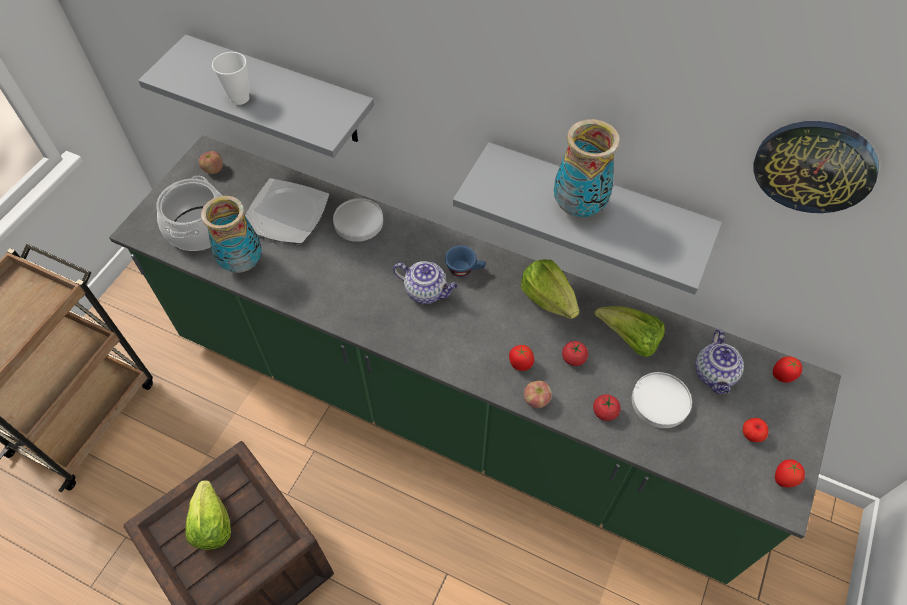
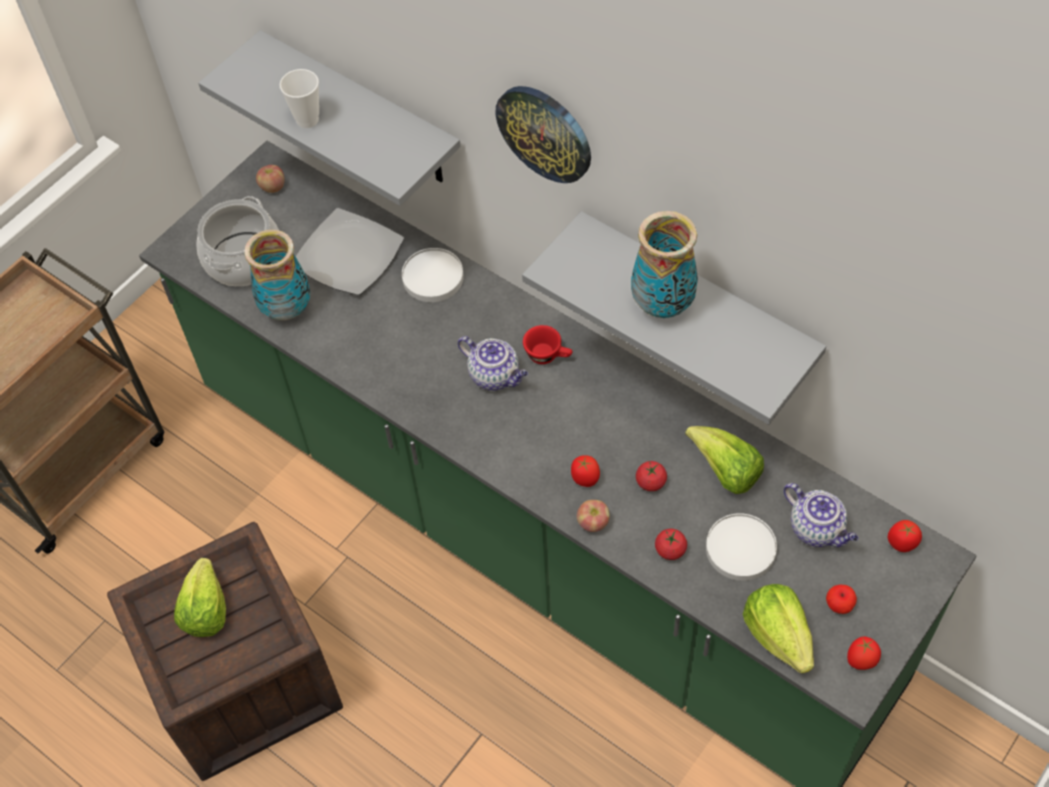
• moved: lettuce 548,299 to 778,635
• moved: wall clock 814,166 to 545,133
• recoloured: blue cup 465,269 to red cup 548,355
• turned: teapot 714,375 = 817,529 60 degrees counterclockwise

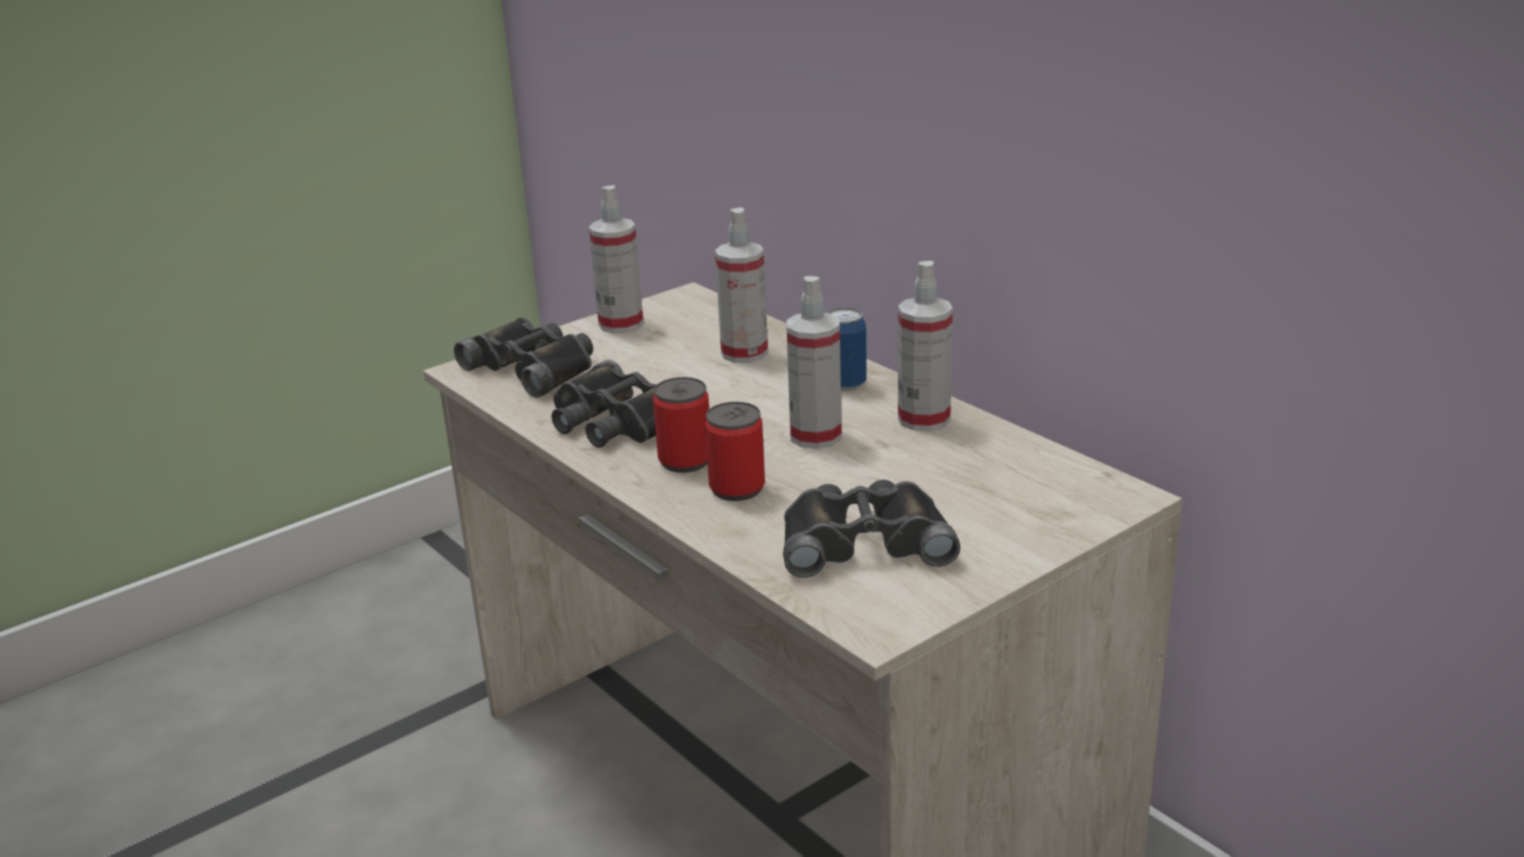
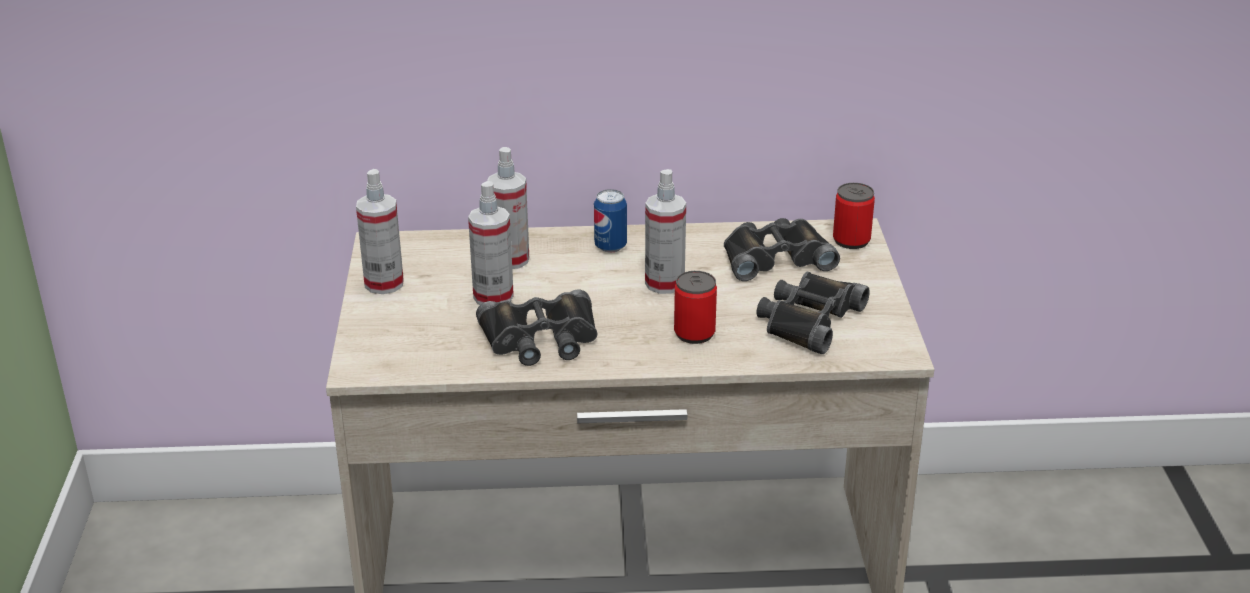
• moved: black binoculars 534,367 to 775,257
• moved: can 685,461 to 851,240
• moved: spray bottle 924,419 to 493,296

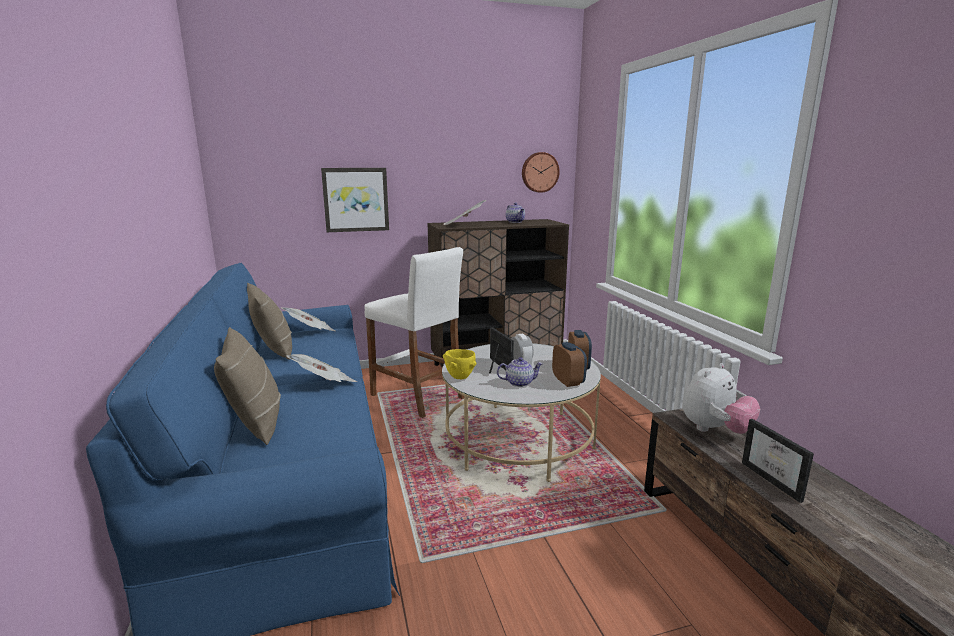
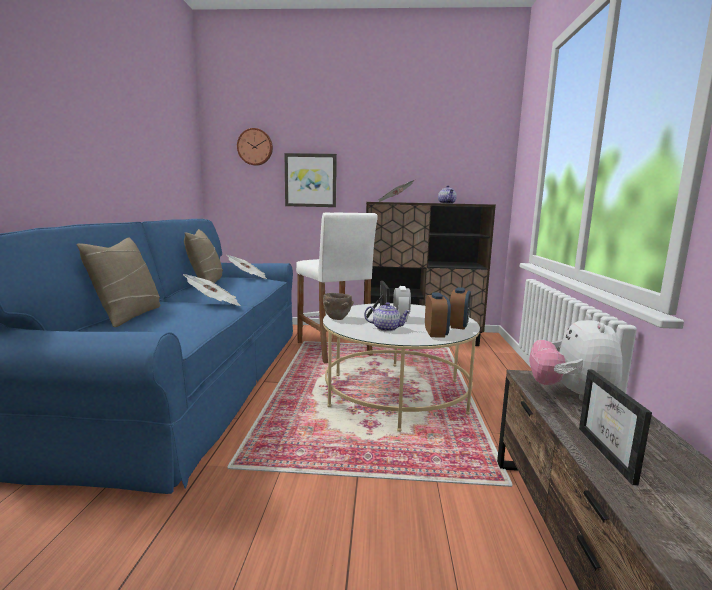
• moved: wall clock 539,172 to 255,147
• recoloured: yellow bowl 460,377 to brown bowl 337,319
• turned: plush toy 715,430 = 571,395 120 degrees clockwise

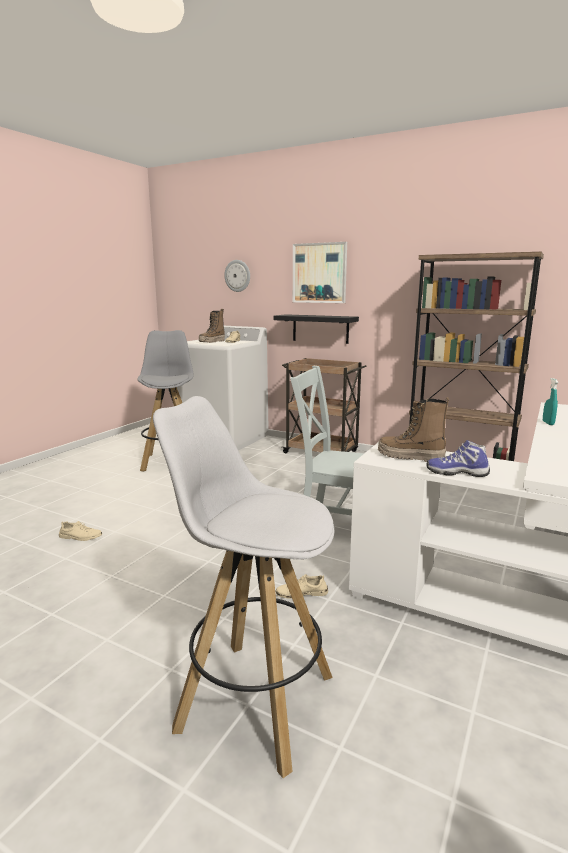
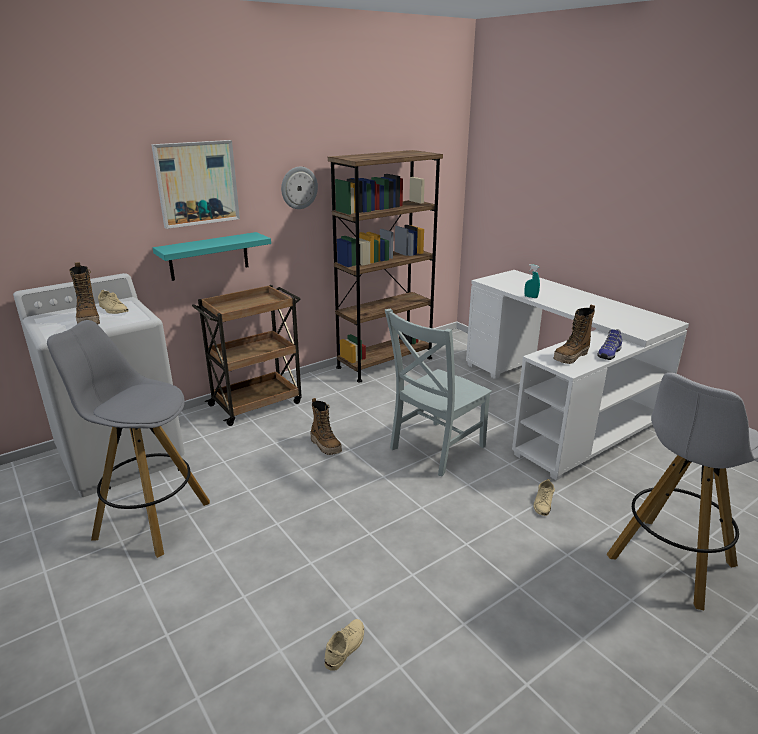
• added: boot 326,446
• moved: wall clock 237,276 to 299,187
• recoloured: black shelf 320,328 to turquoise shelf 209,256

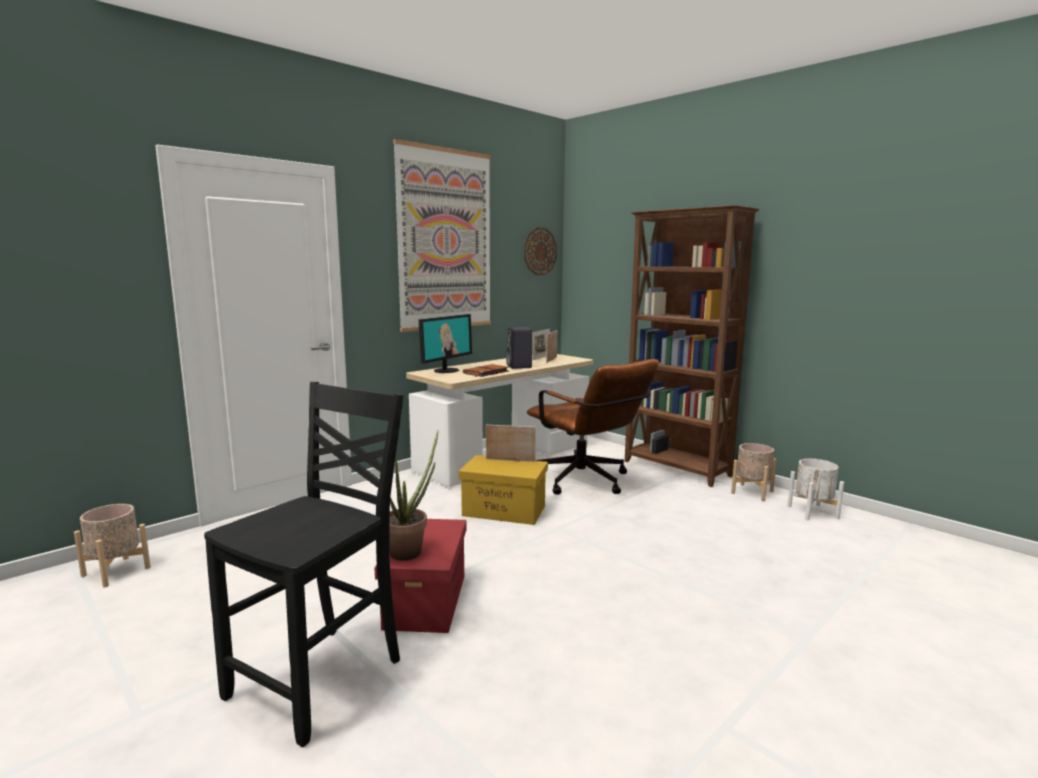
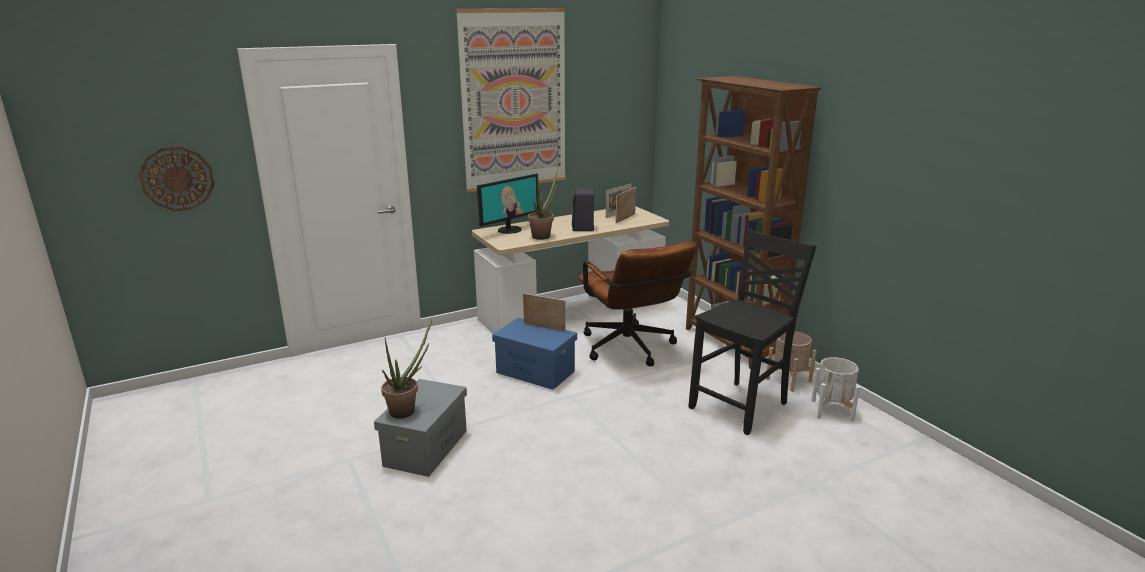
• removed: beige planter 115,571
• moved: black chair 321,678 to 741,406
• moved: wall clock 539,251 to 177,178
• replaced: brown book 485,372 to potted plant 543,235
• recoloured: red storage box 425,600 to grey storage box 426,447
• recoloured: yellow storage box 503,511 to blue storage box 534,372

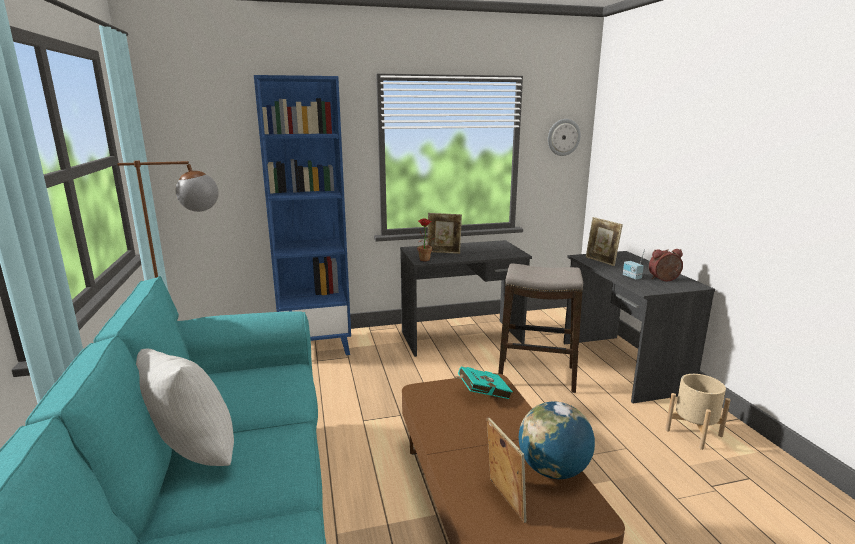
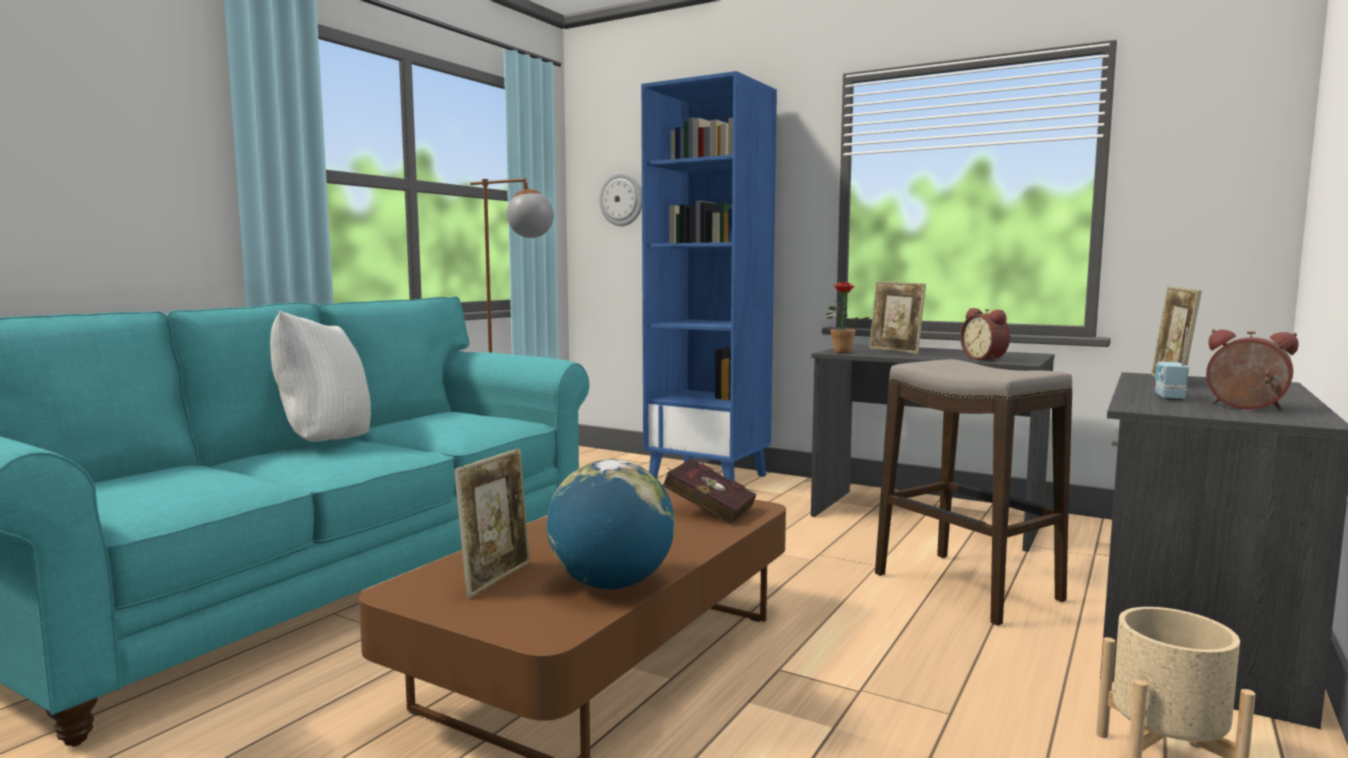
• added: alarm clock 985,359
• moved: wall clock 563,137 to 622,199
• recoloured: turquoise book 481,394 to red book 706,511

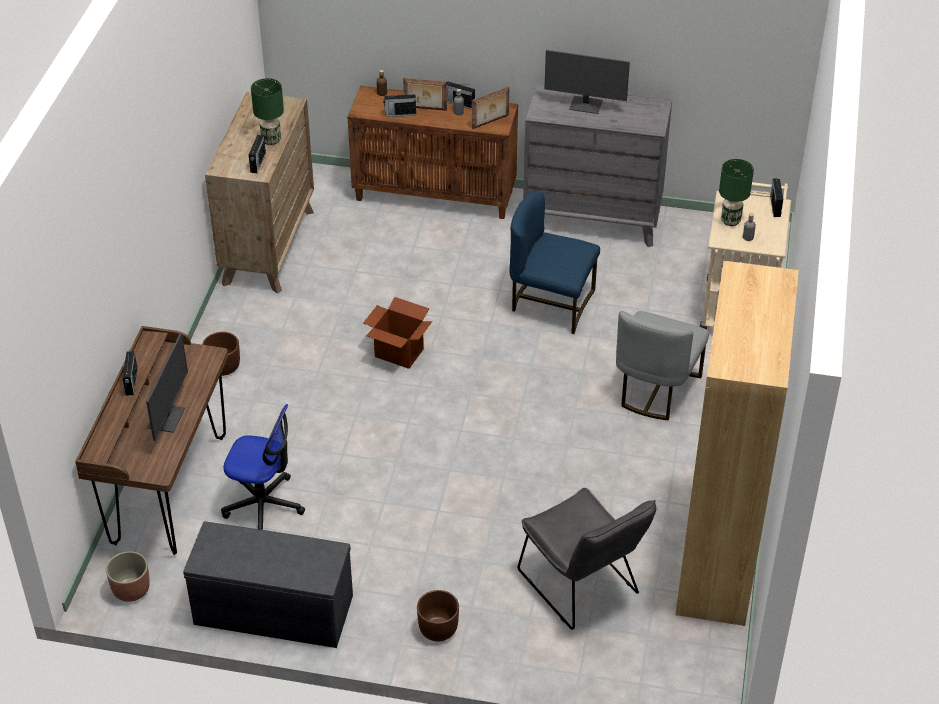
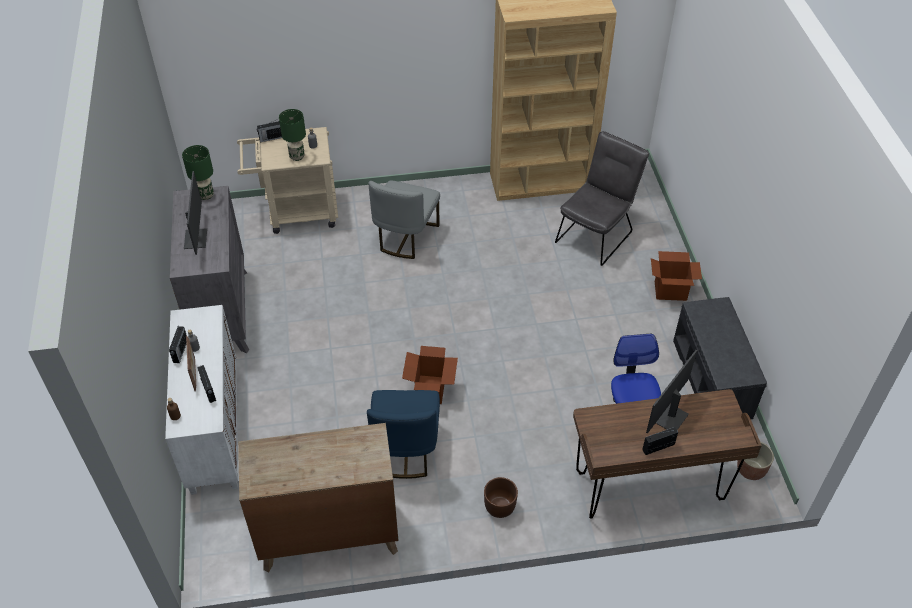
• removed: radio 257,163
• removed: picture frame 490,122
• moved: green table lamp 271,140 to 206,195
• moved: blue chair 551,303 to 406,449
• replaced: brown planter 438,629 to cardboard box 670,291
• recoloured: brown cabinet 435,195 to white cabinet 213,428
• turned: monitor 167,418 = 670,417 45 degrees counterclockwise
• turned: grey chair 655,390 = 405,237 105 degrees clockwise

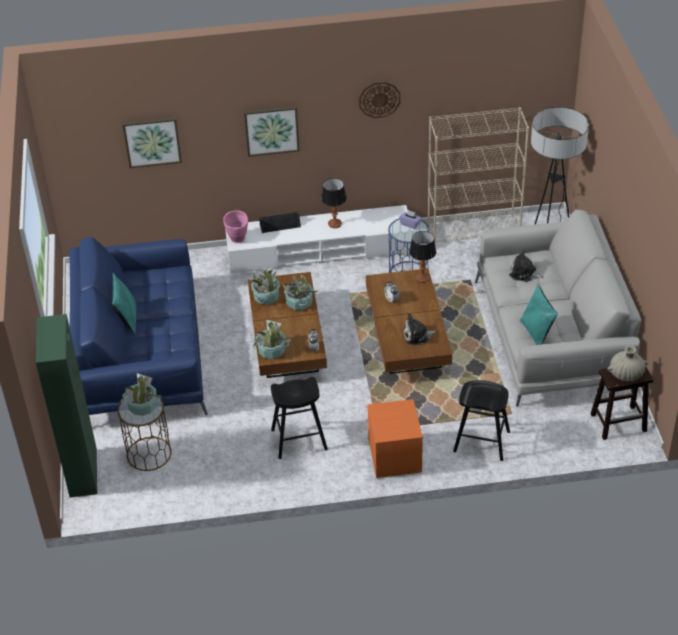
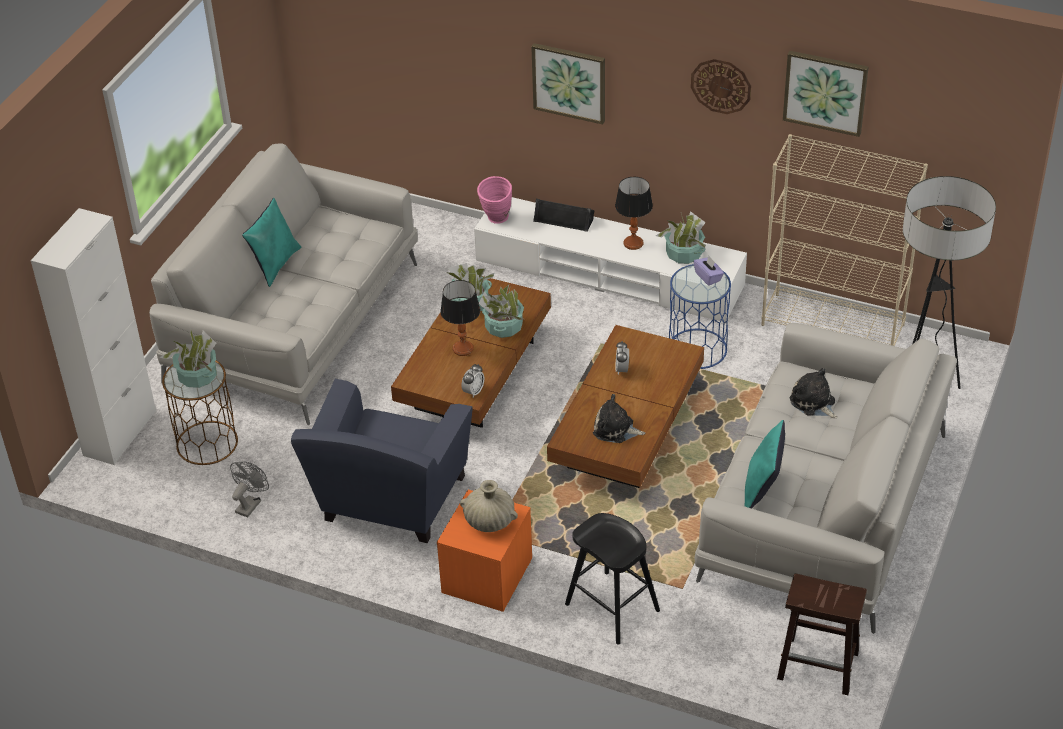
• added: grey fan 250,504
• moved: picture 152,141 to 825,92
• moved: potted plant 271,351 to 684,254
• moved: table lamp 422,278 to 463,348
• moved: beige vase 626,374 to 489,521
• replaced: black stool 299,440 to blue armchair 389,503
• recoloured: green cabinet 83,472 to white cabinet 120,433
• recoloured: blue sofa 142,355 to grey sofa 295,320

